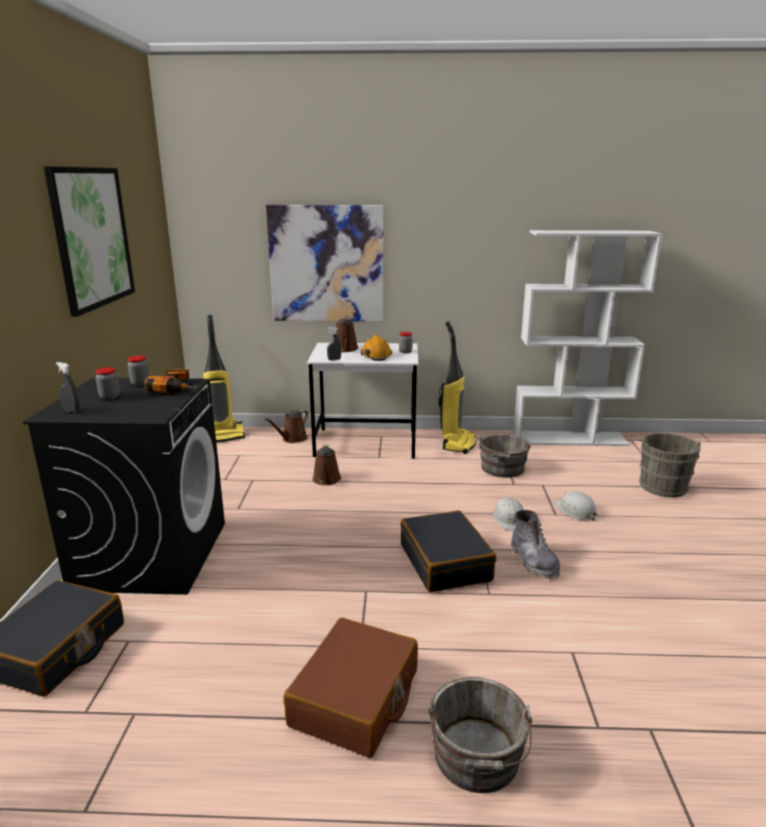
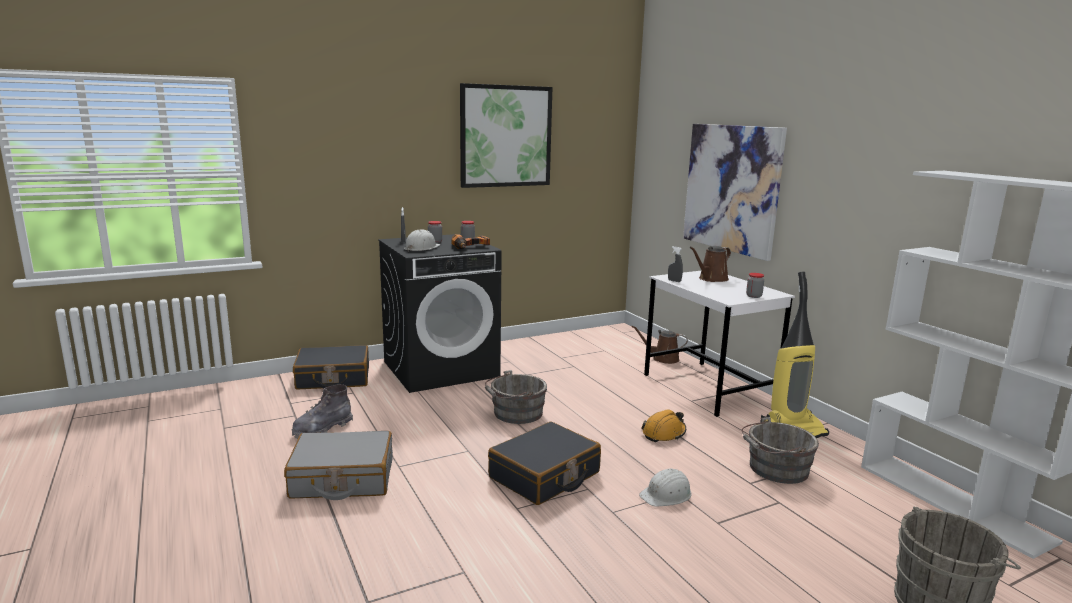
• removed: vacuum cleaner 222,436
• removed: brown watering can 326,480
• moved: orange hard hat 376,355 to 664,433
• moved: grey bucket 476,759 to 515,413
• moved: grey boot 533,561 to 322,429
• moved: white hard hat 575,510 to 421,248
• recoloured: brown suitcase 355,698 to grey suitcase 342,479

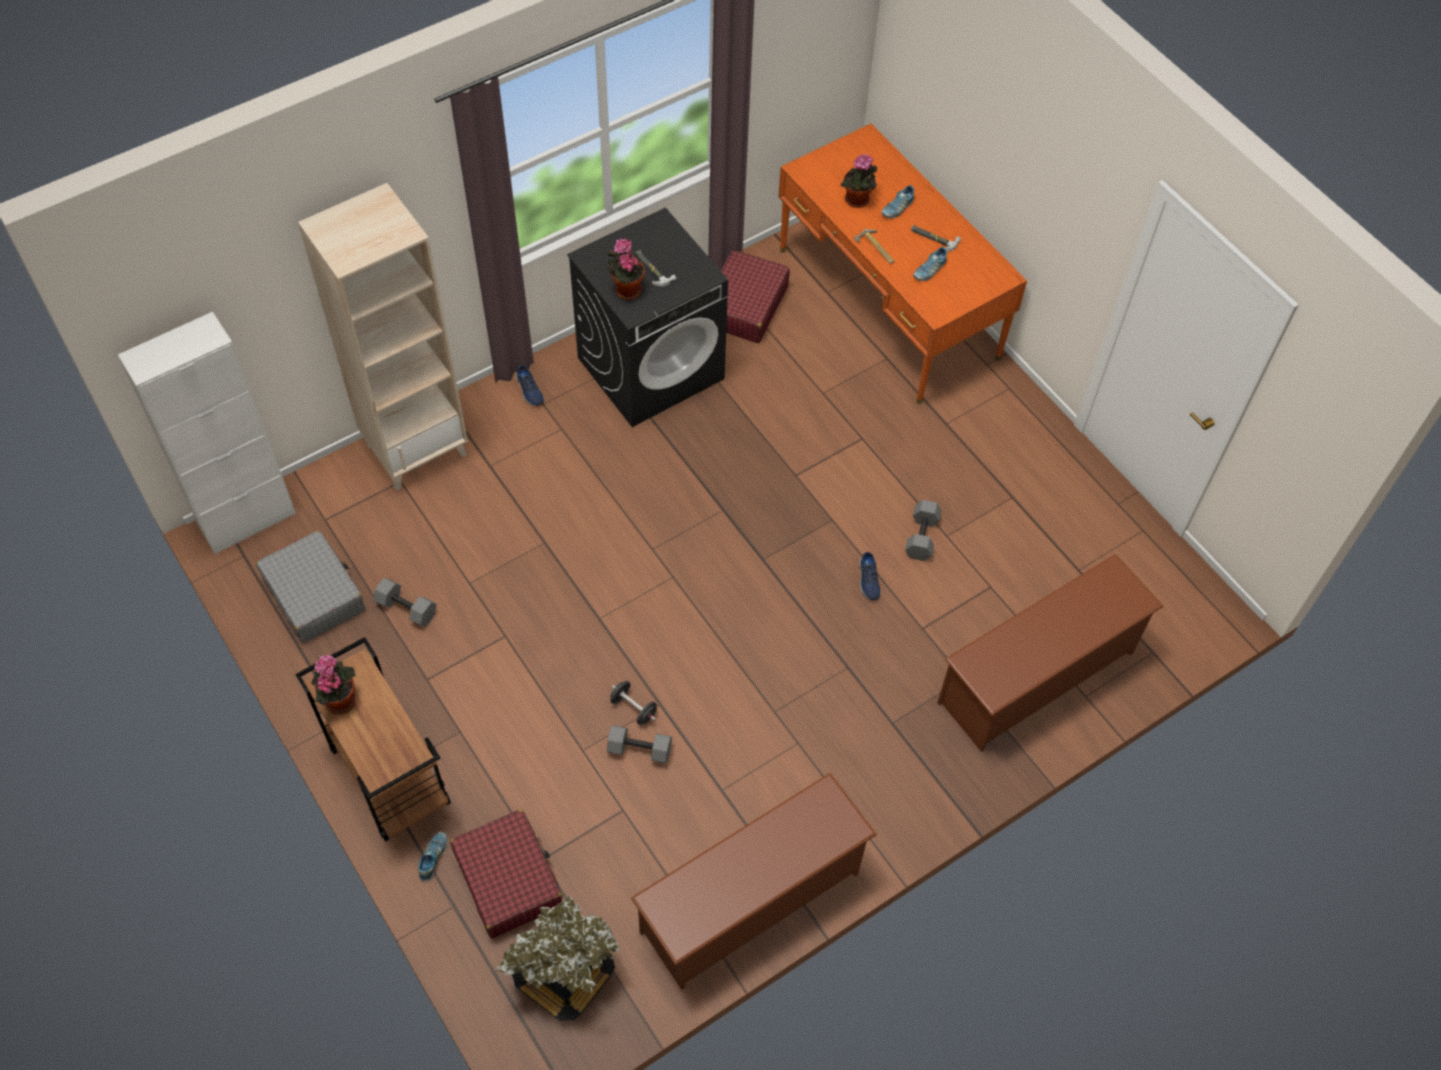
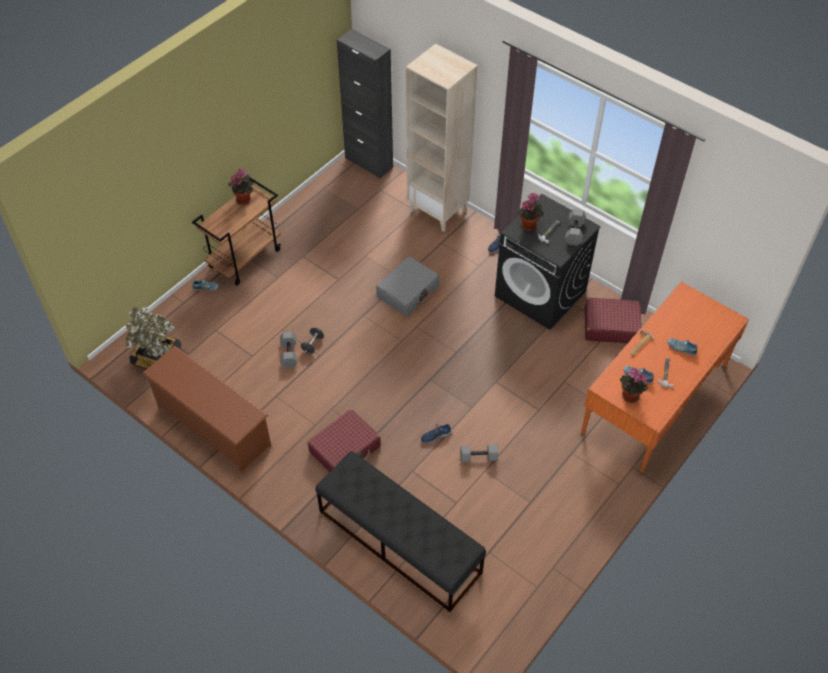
• moved: grey suitcase 314,594 to 408,292
• moved: grey dumbbell 407,608 to 575,233
• moved: red suitcase 508,879 to 345,449
• moved: potted plant 857,201 to 628,396
• replaced: brown shoe rack 1036,677 to black bench 399,541
• recoloured: white cabinet 247,520 to black cabinet 369,162

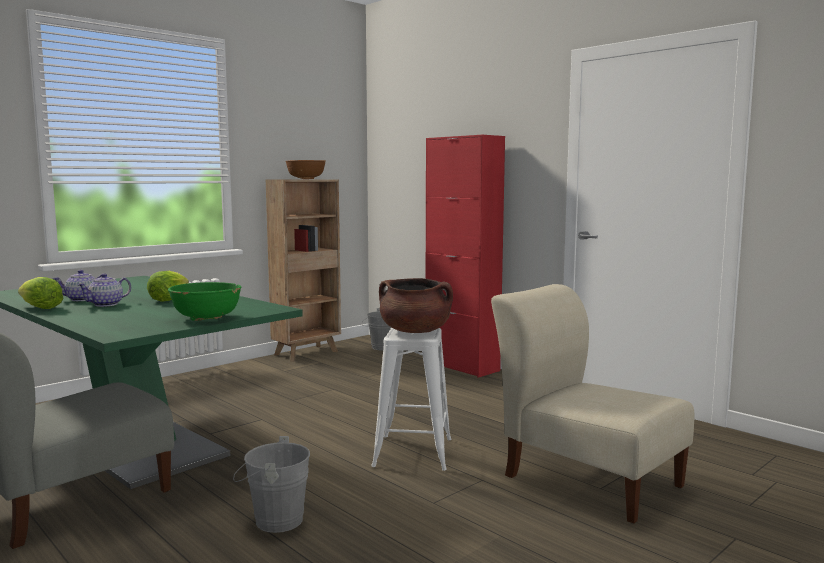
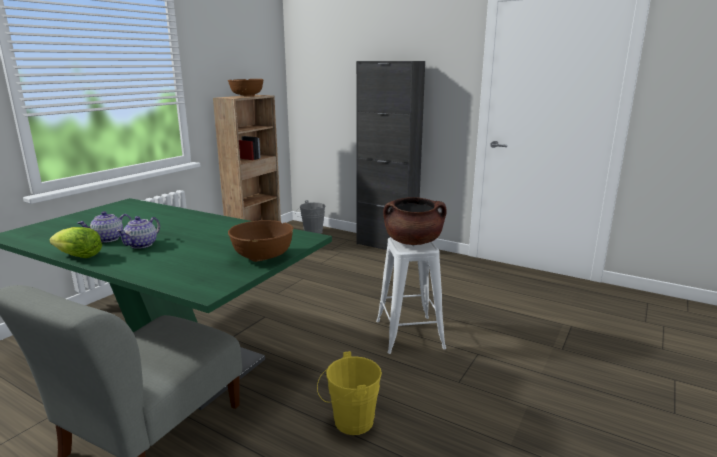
• removed: lettuce 168,300
• removed: beige chair 586,478
• recoloured: green bowl 206,318 to brown bowl 262,256
• recoloured: grey bucket 273,520 to yellow bucket 349,422
• recoloured: red cabinet 461,366 to black cabinet 386,245

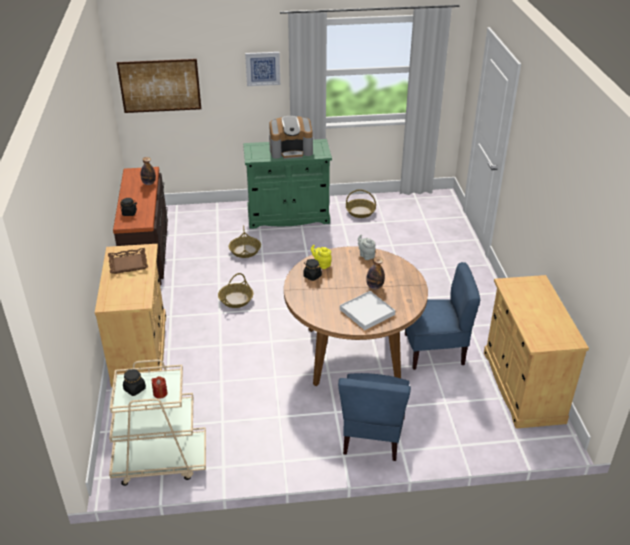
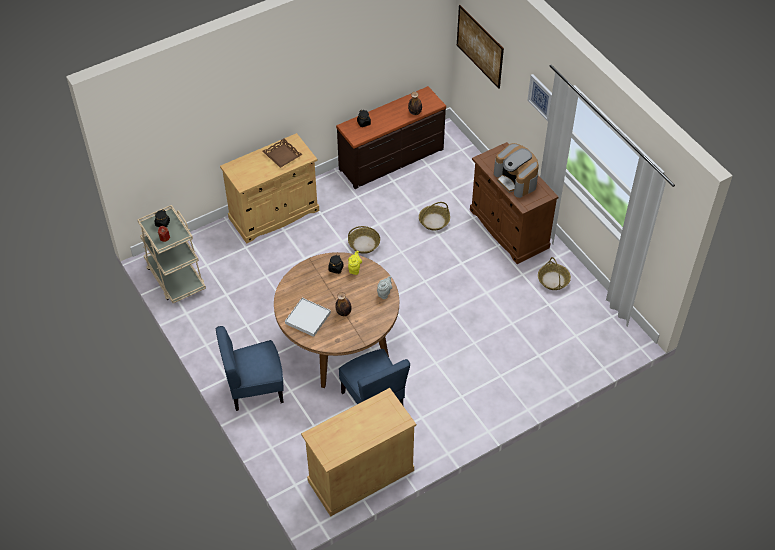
• recoloured: green cabinet 288,216 to brown cabinet 508,229

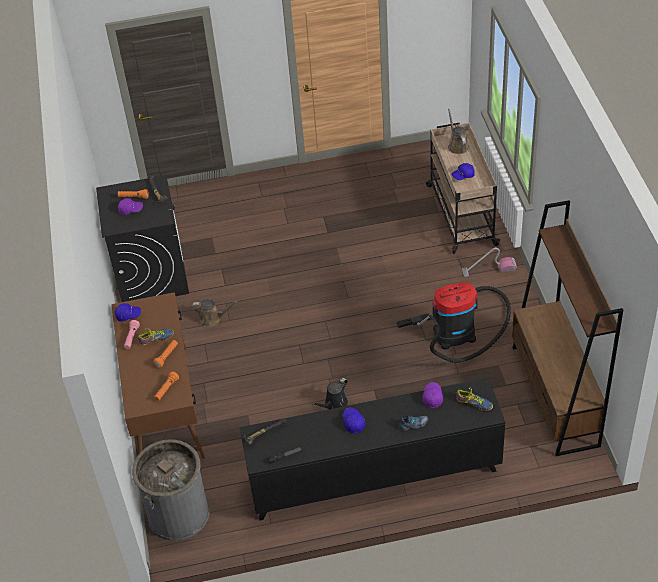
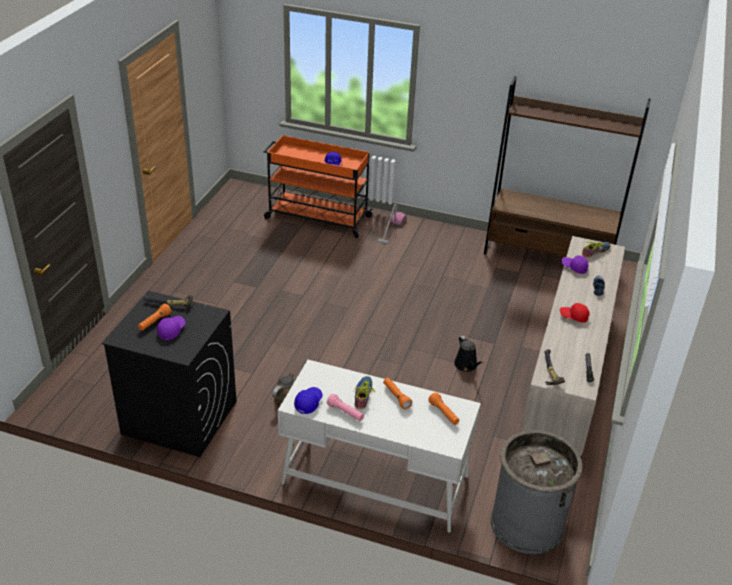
• removed: vacuum cleaner 458,332
• removed: brown watering can 457,145
• recoloured: brown desk 164,406 to white desk 375,479
• recoloured: black cabinet 374,477 to beige cabinet 567,376
• recoloured: blue cap 353,422 to red cap 573,316
• recoloured: beige cart 461,214 to orange cart 316,217

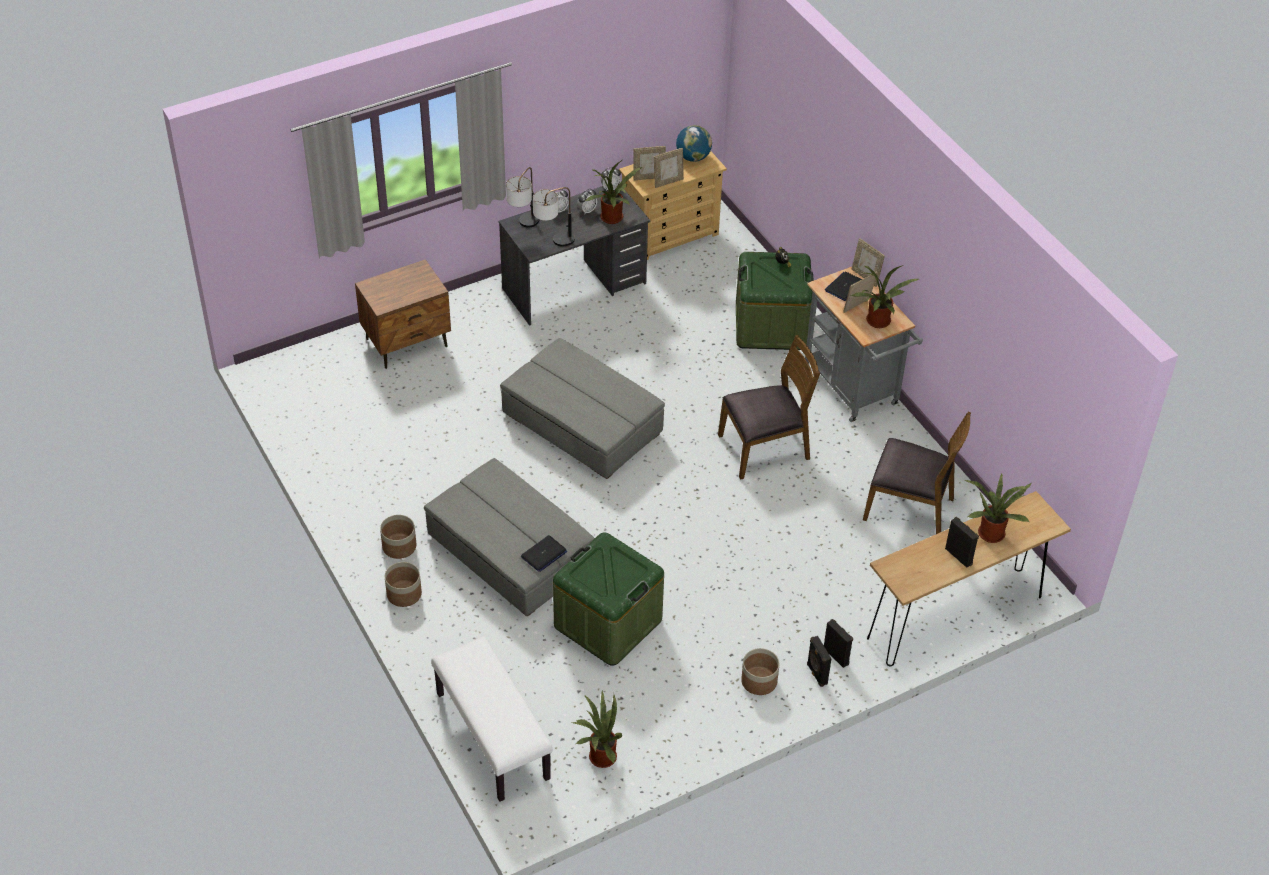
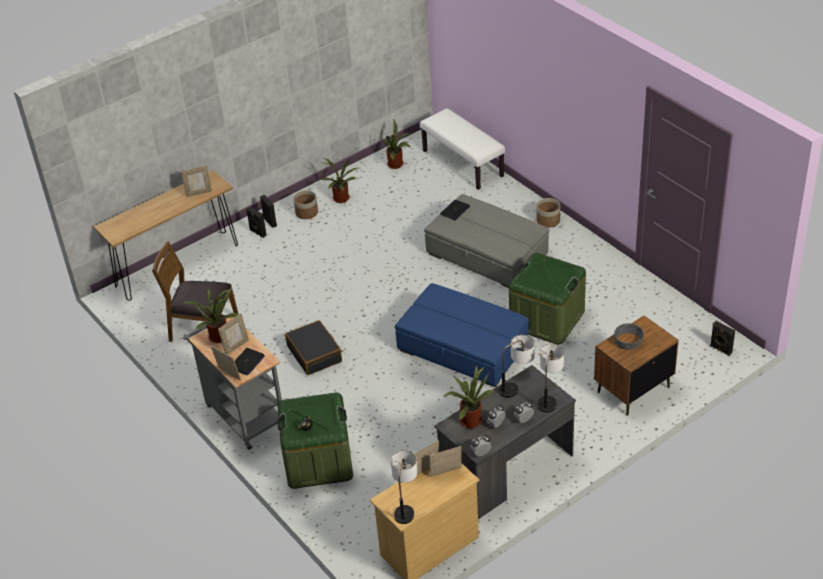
• removed: planter 399,546
• added: picture frame 198,193
• added: grey bowl 628,340
• moved: green storage box 608,623 to 547,319
• moved: black speaker 959,556 to 720,350
• moved: potted plant 992,532 to 340,200
• replaced: globe 693,157 to table lamp 406,506
• replaced: brown chair 765,448 to black suitcase 315,354
• recoloured: grey ottoman 582,424 to blue ottoman 462,348

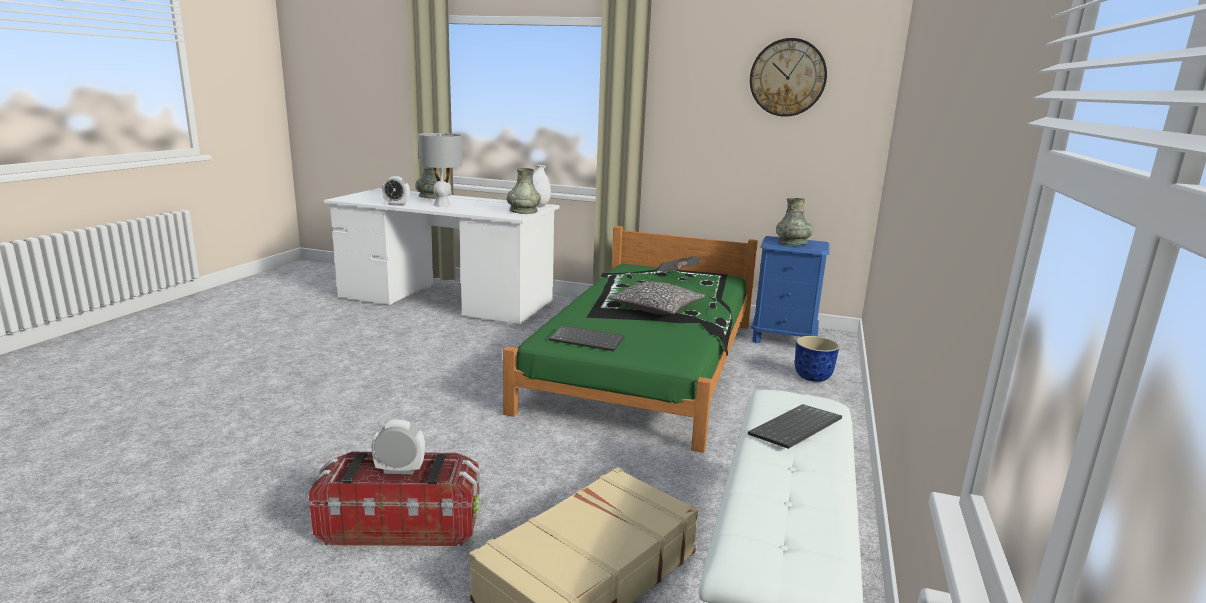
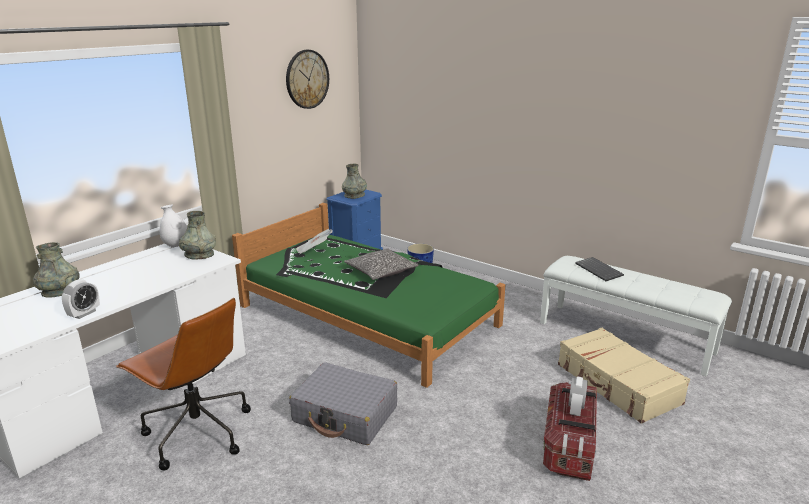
• removed: grey table lamp 442,205
• removed: keyboard 588,340
• added: brown office chair 196,433
• added: grey suitcase 345,415

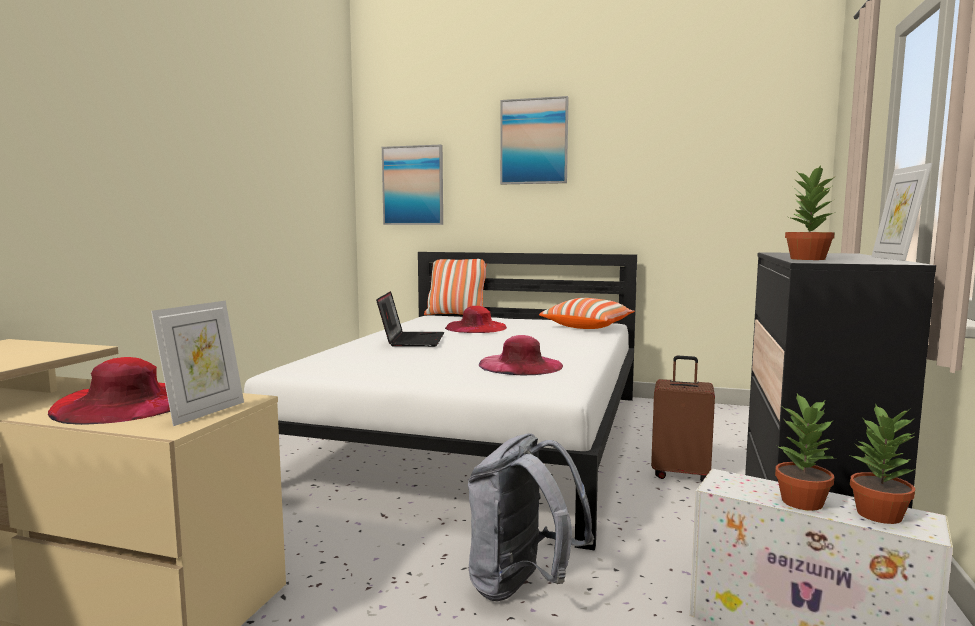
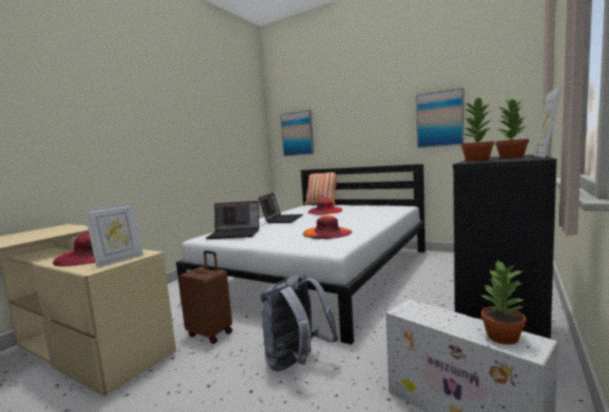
• removed: pillow 587,326
• added: laptop 235,234
• moved: picture 534,141 to 439,119
• moved: brown suitcase 681,474 to 211,333
• moved: potted plant 802,501 to 511,157
• recoloured: pink hat 521,365 to orange hat 327,233

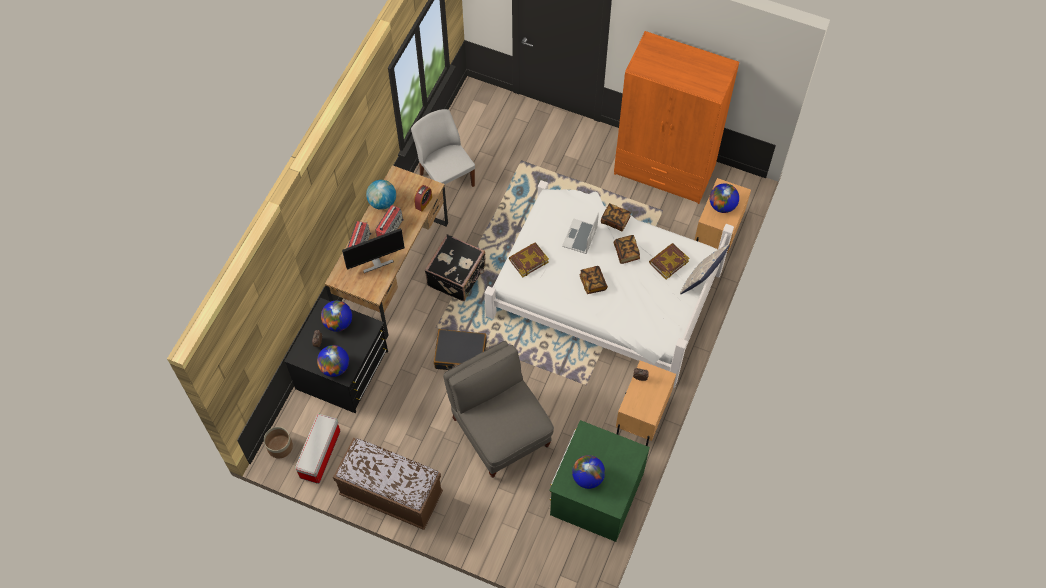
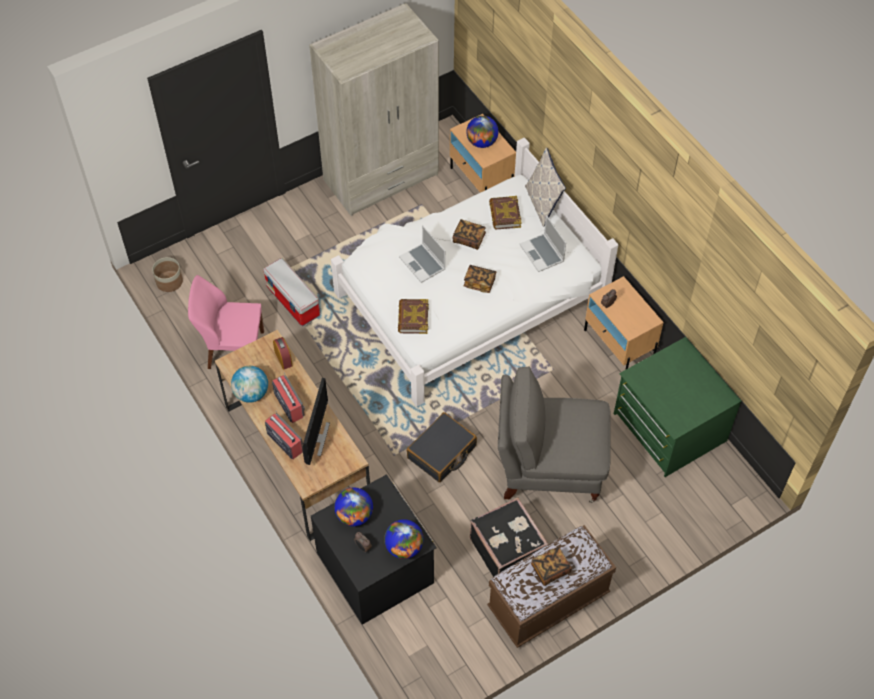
• removed: globe 587,477
• added: laptop 542,253
• moved: planter 280,447 to 169,282
• moved: storage box 320,455 to 294,301
• moved: black suitcase 457,276 to 508,549
• moved: book 615,221 to 550,569
• recoloured: white chair 446,178 to pink chair 234,349
• recoloured: orange wardrobe 664,171 to beige wardrobe 381,178

